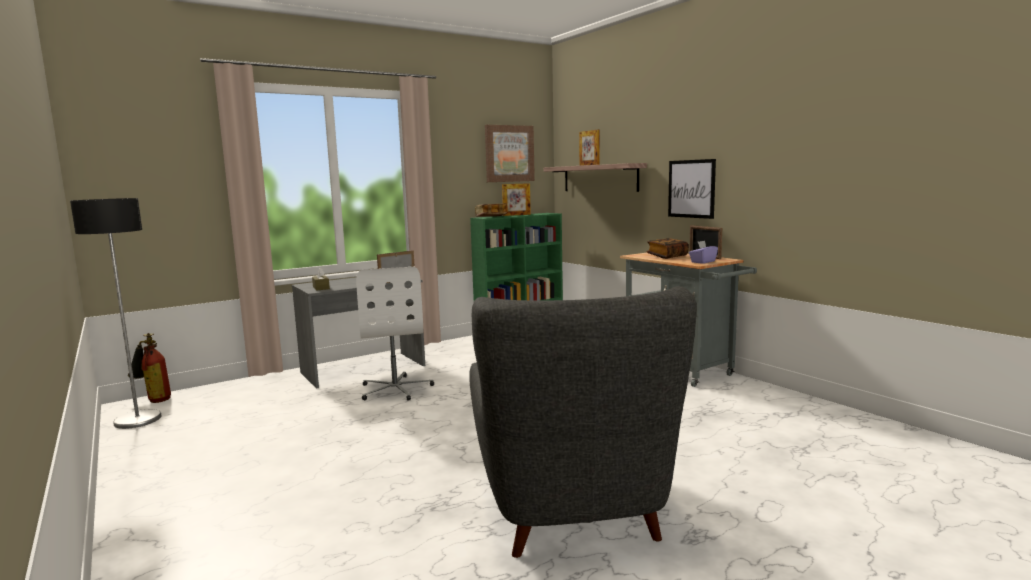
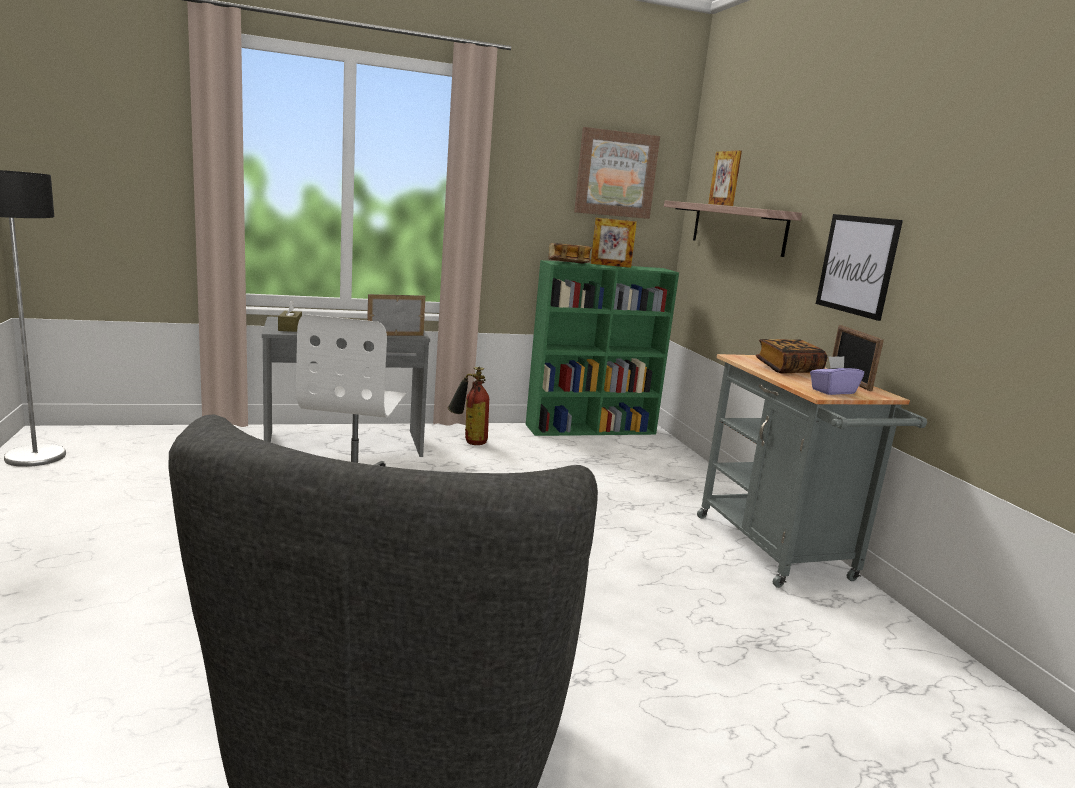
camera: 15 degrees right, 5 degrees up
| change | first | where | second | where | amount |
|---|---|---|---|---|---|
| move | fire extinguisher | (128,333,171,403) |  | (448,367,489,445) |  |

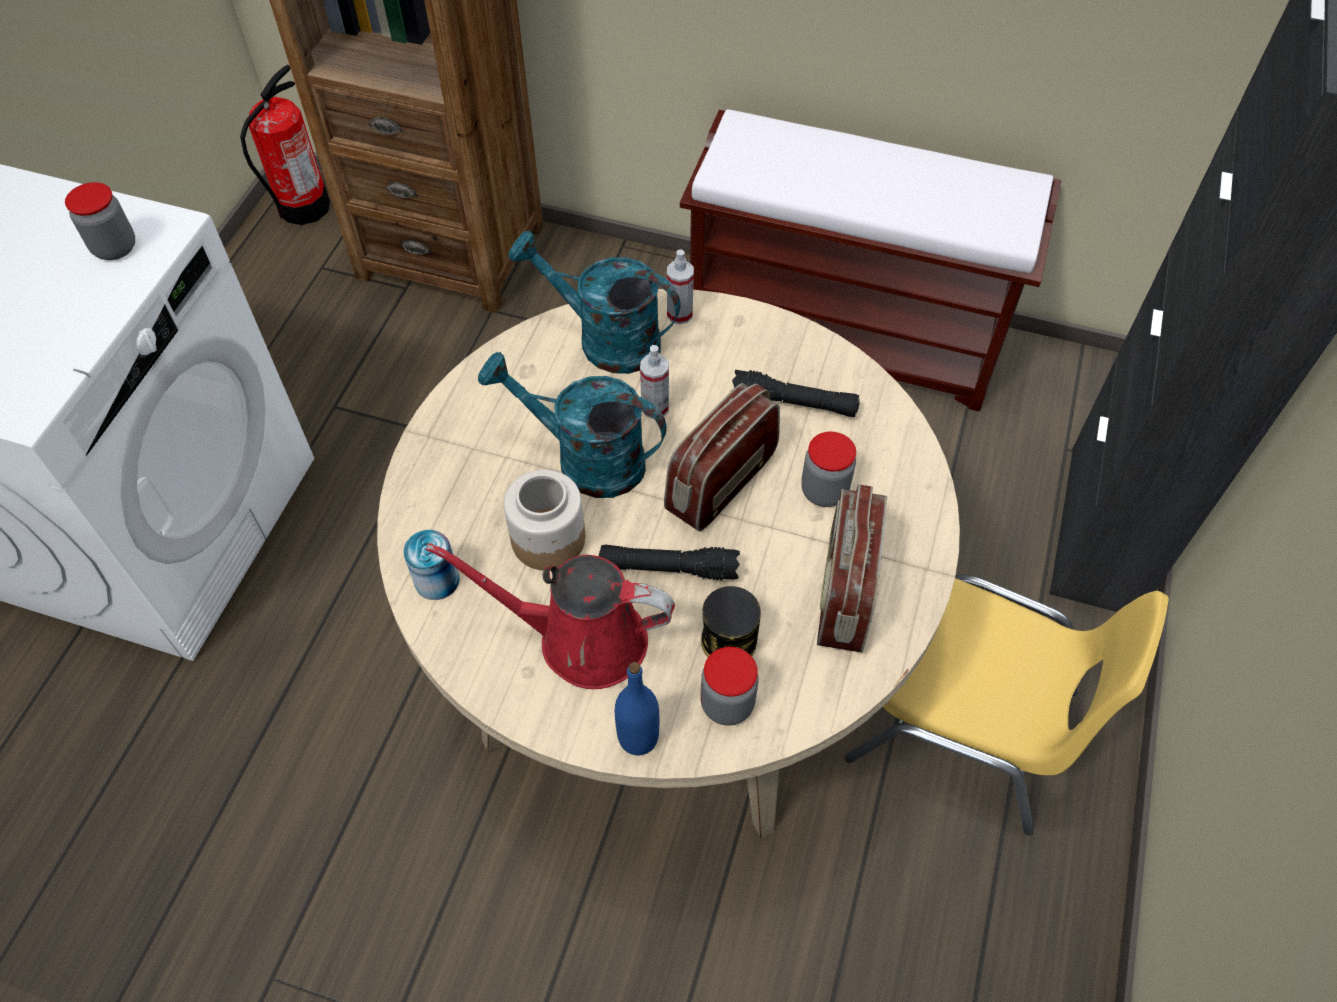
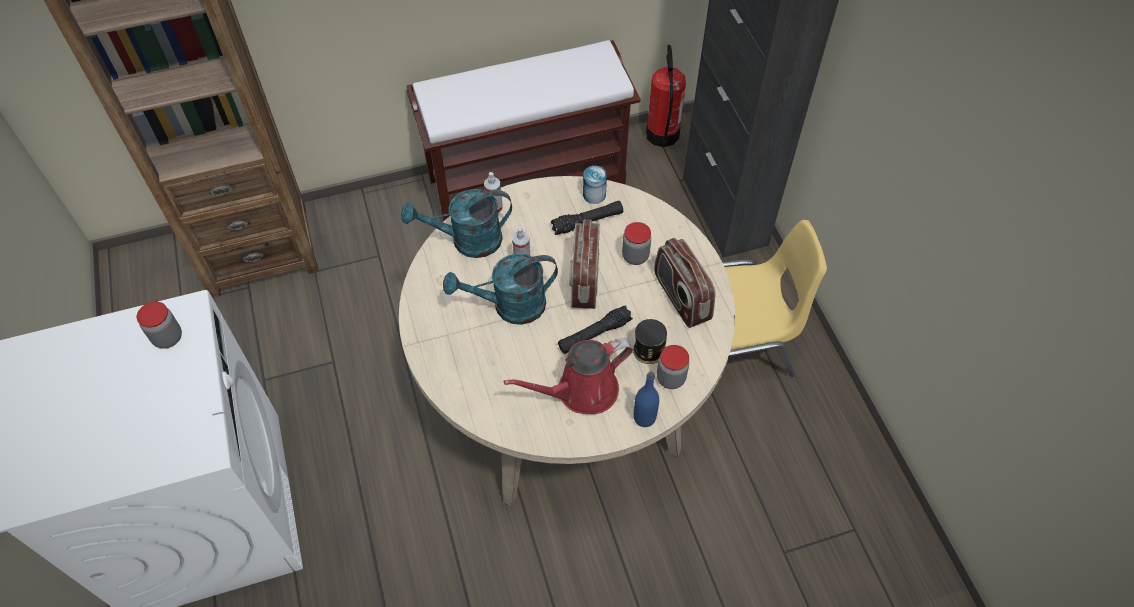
camera: 35 degrees left, 0 degrees up
| change | first | where | second | where | amount |
|---|---|---|---|---|---|
| move | fire extinguisher | (240,65,330,225) |  | (646,45,686,147) |  |
| move | can | (403,530,460,600) |  | (583,166,607,204) |  |
| delete | jar | (504,470,585,571) |  |  |  |

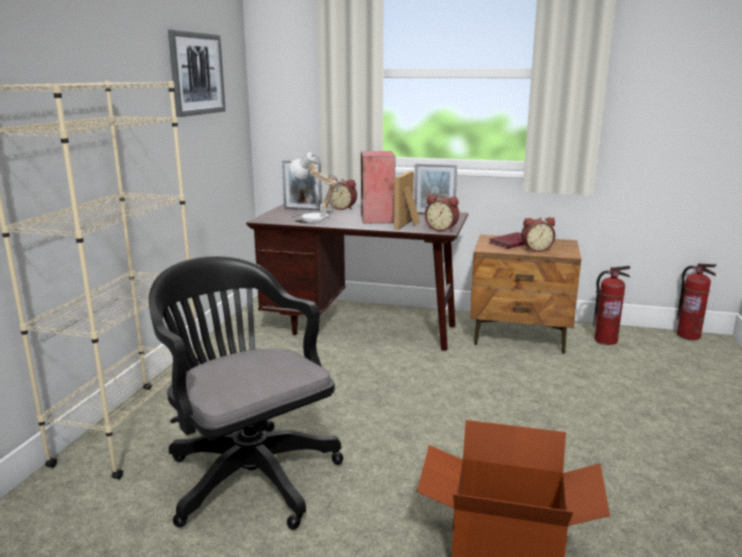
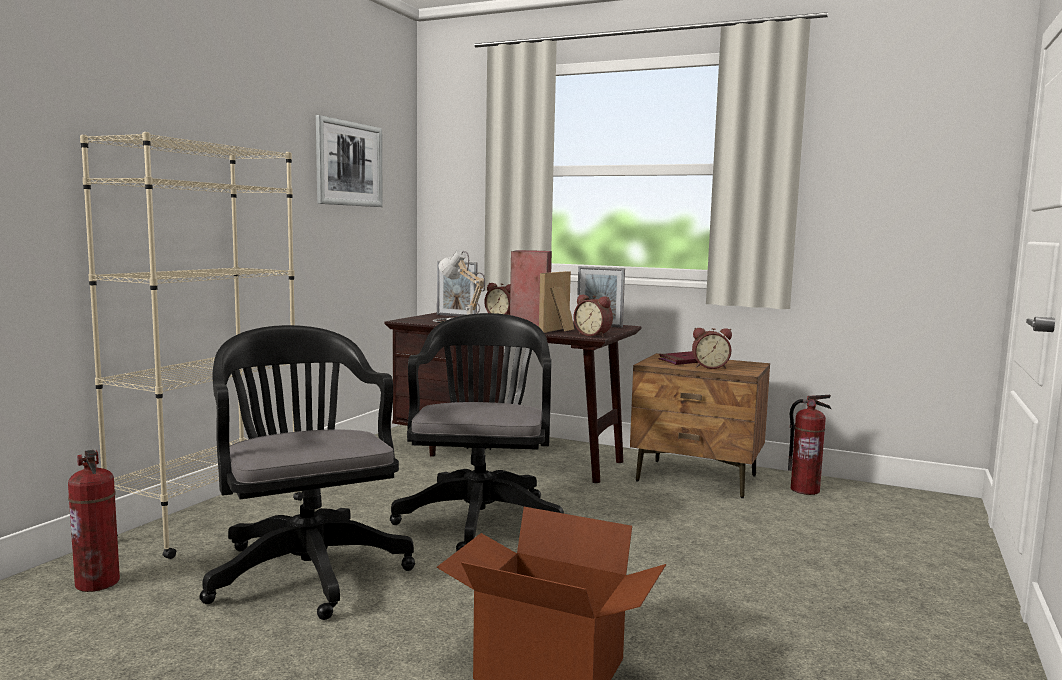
camera: 10 degrees right, 10 degrees down
| change | first | where | second | where | amount |
|---|---|---|---|---|---|
| move | fire extinguisher | (677,264,717,340) |  | (68,450,120,592) |  |
| insert |  |  | black office chair | (390,313,564,551) |  |

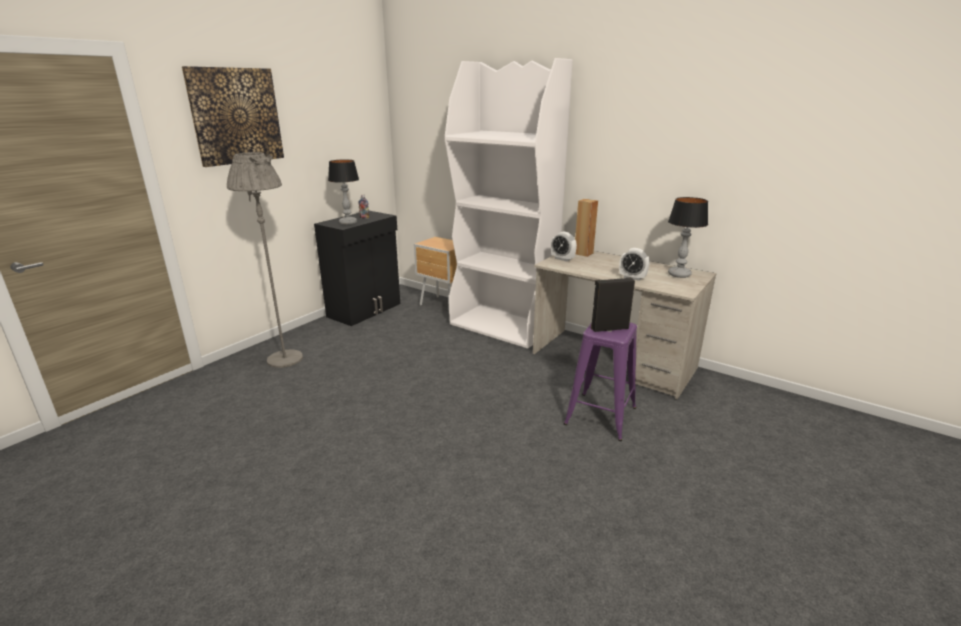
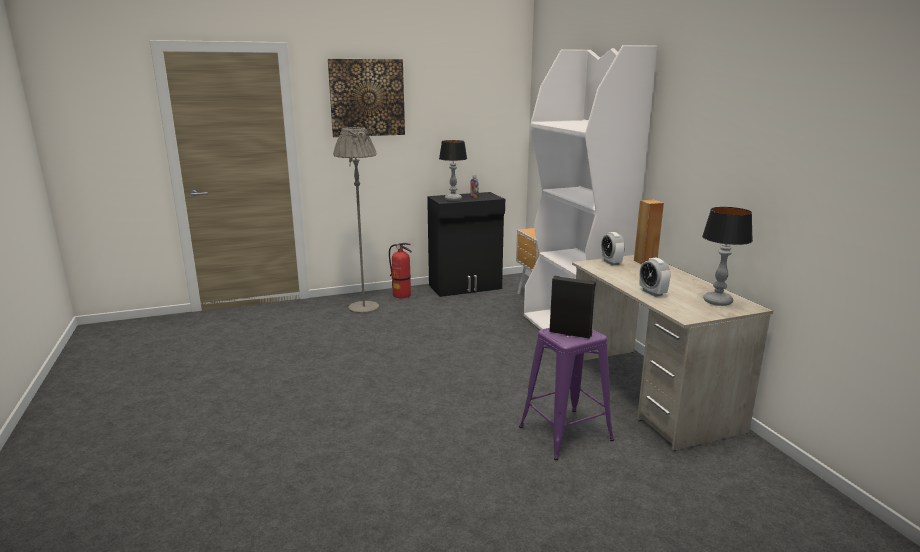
camera: 35 degrees right, 5 degrees down
| change | first | where | second | where | amount |
|---|---|---|---|---|---|
| insert |  |  | fire extinguisher | (389,243,412,298) |  |

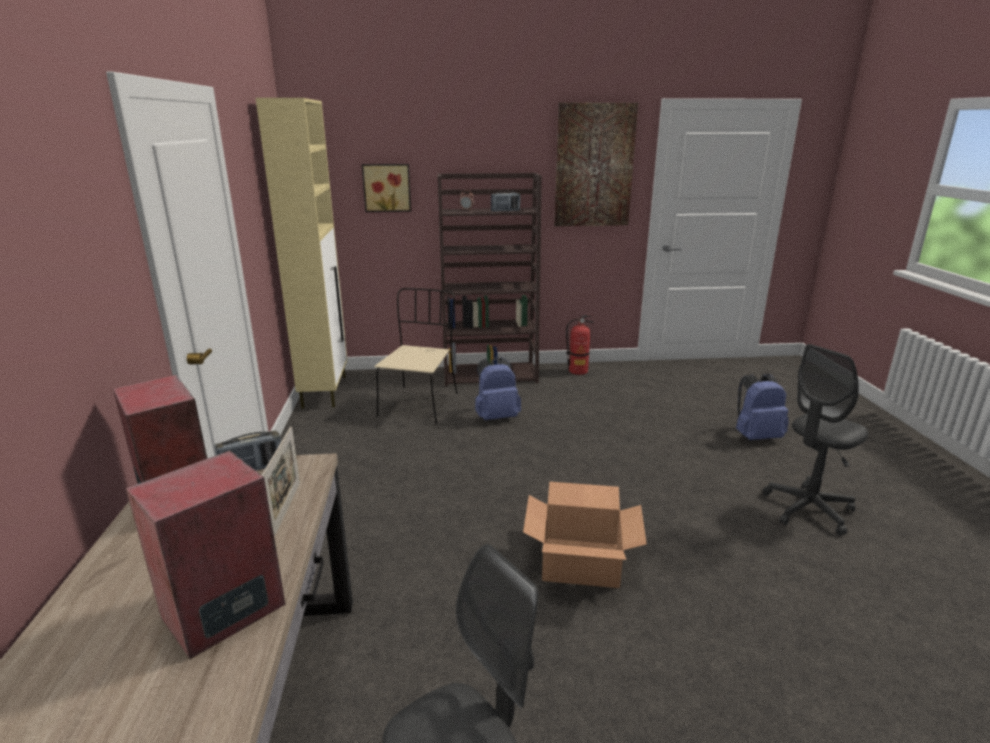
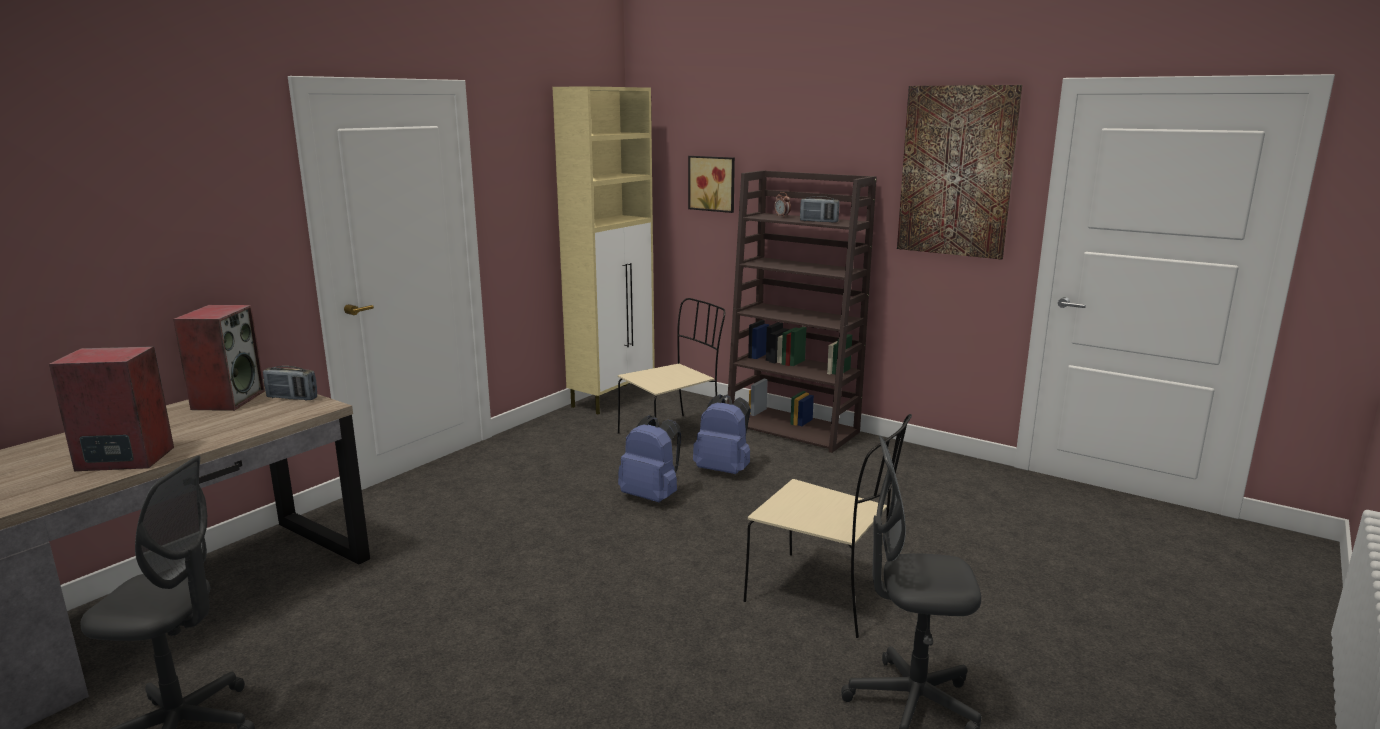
camera: 40 degrees right, 5 degrees down
| change | first | where | second | where | amount |
|---|---|---|---|---|---|
| delete | picture frame | (262,426,300,537) |  |  |  |
| delete | cardboard box | (523,482,647,588) |  |  |  |
| delete | fire extinguisher | (566,315,595,375) |  |  |  |
| move | blue backpack | (736,373,789,440) |  | (618,415,681,502) |  |
| insert |  |  | beige chair | (744,414,912,638) |  |

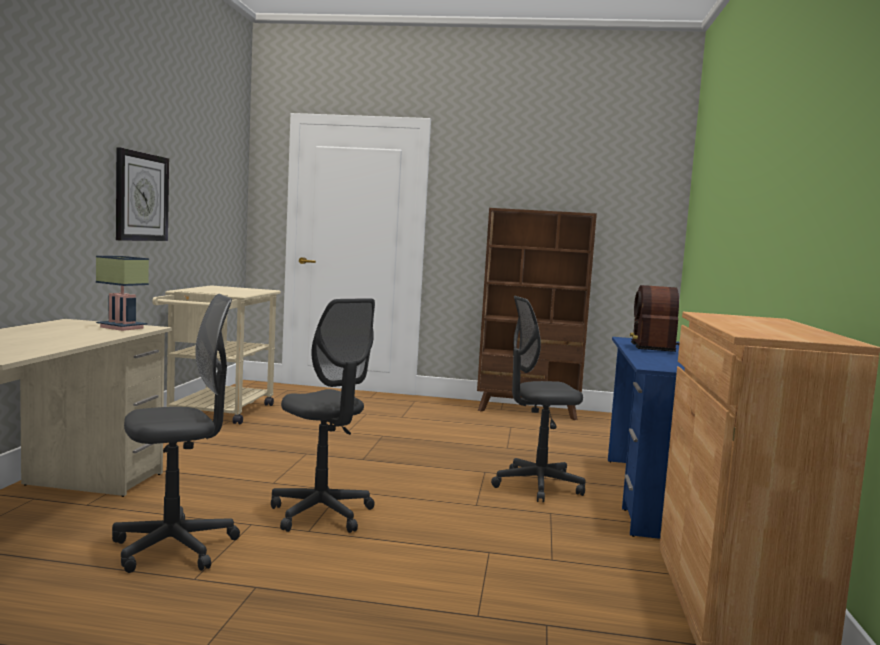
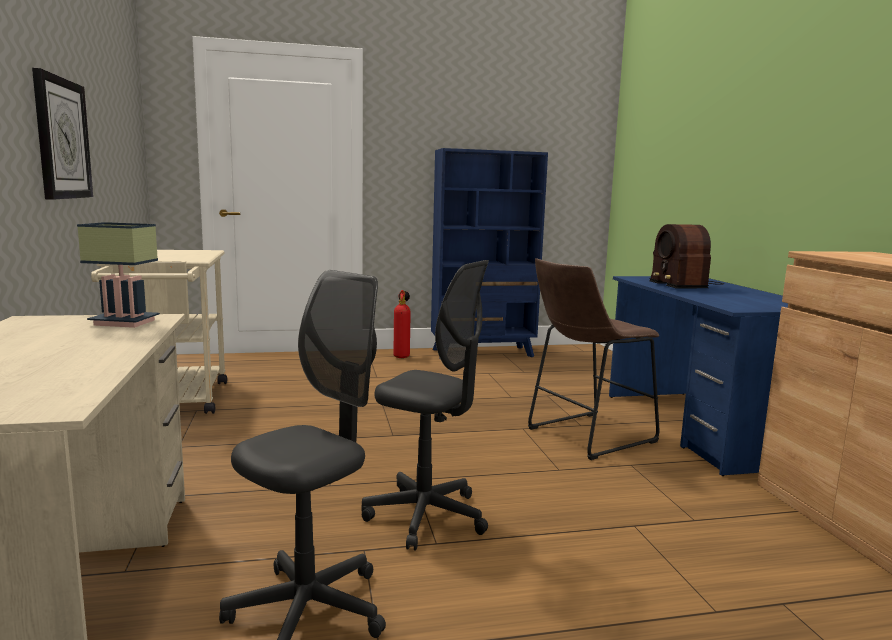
camera: 20 degrees left, 5 degrees up
| change | first | where | second | where | amount |
|---|---|---|---|---|---|
| recolor | brown bookcase | (477,208,597,420) | blue bookcase | (431,148,548,359) |  |
| replace | grey office chair | (491,296,585,502) | brown stool | (528,258,659,460) |  |
| insert |  |  | fire extinguisher | (393,290,411,358) |  |

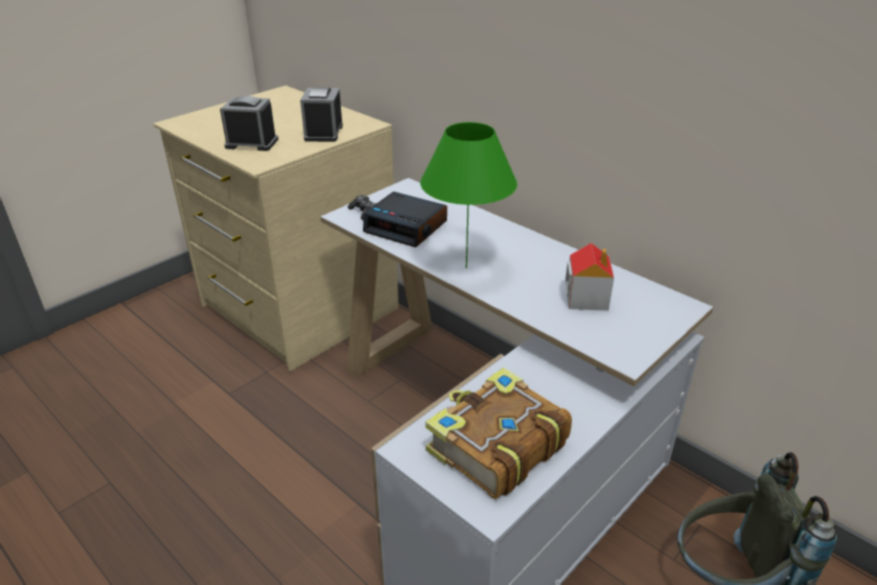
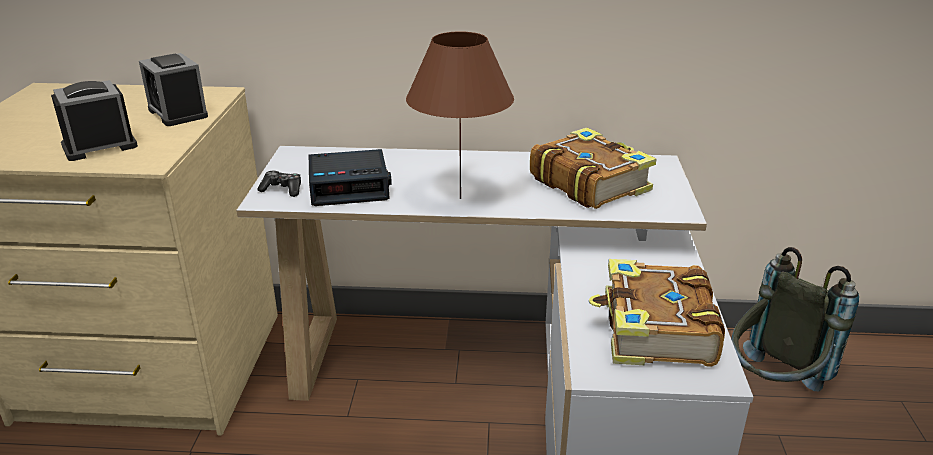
camera: 40 degrees left, 5 degrees down
| change | first | where | second | where | amount |
|---|---|---|---|---|---|
| recolor | green table lamp | (420,122,517,268) | brown table lamp | (406,31,514,199) |  |
| replace | toy house | (565,243,614,311) | book | (530,128,657,209) |  |

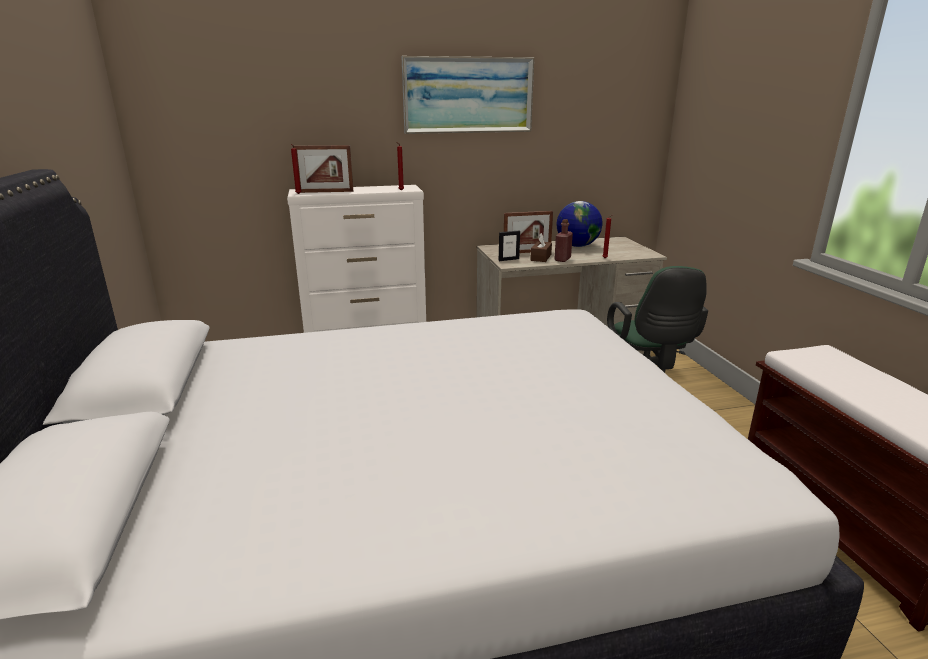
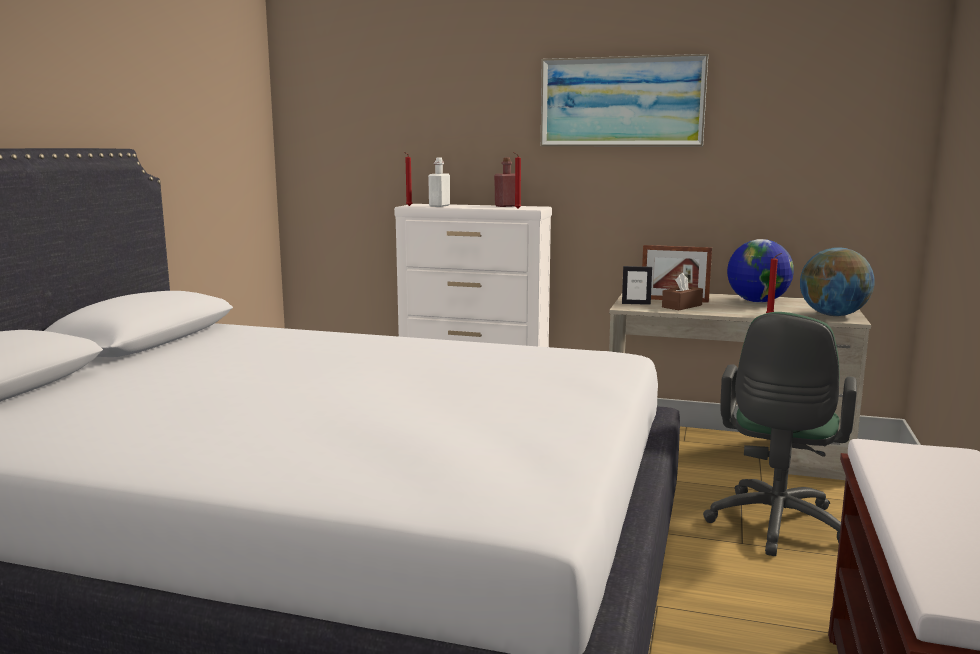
camera: 30 degrees right, 10 degrees down
| change | first | where | second | where | amount |
|---|---|---|---|---|---|
| replace | picture frame | (294,145,353,193) | white bottle | (428,158,450,207) |  |
| move | red bottle | (554,219,573,262) |  | (494,158,515,207) |  |
| insert |  |  | globe | (800,247,875,316) |  |

